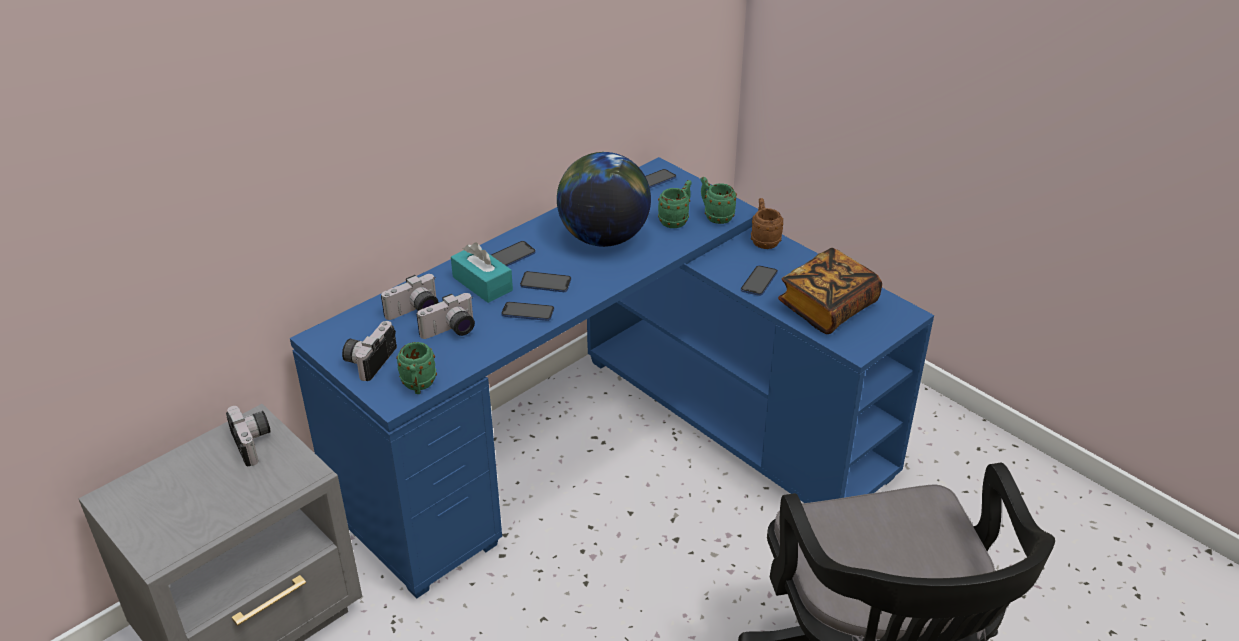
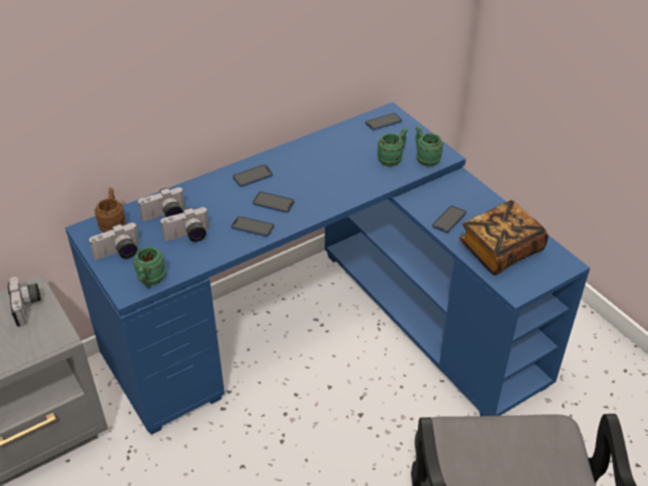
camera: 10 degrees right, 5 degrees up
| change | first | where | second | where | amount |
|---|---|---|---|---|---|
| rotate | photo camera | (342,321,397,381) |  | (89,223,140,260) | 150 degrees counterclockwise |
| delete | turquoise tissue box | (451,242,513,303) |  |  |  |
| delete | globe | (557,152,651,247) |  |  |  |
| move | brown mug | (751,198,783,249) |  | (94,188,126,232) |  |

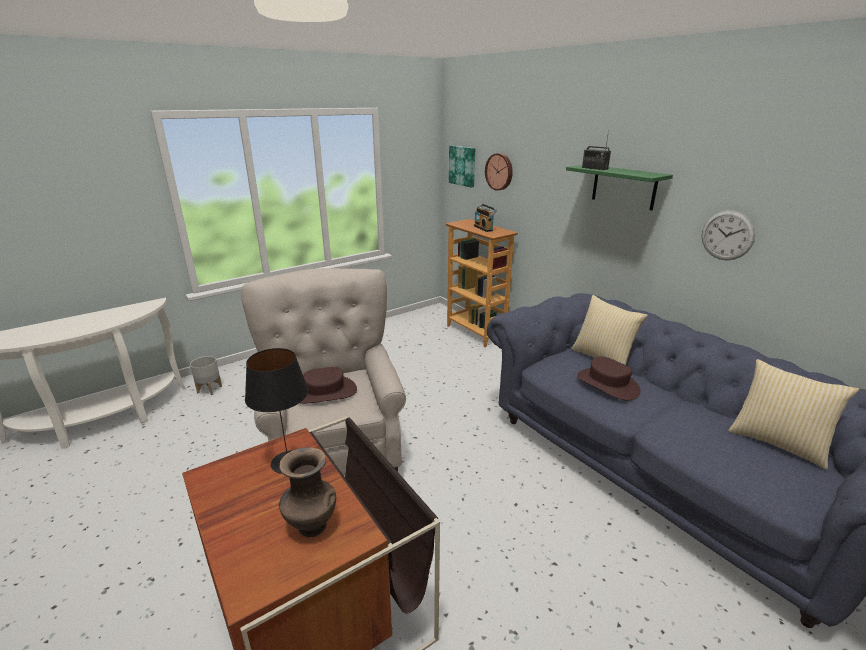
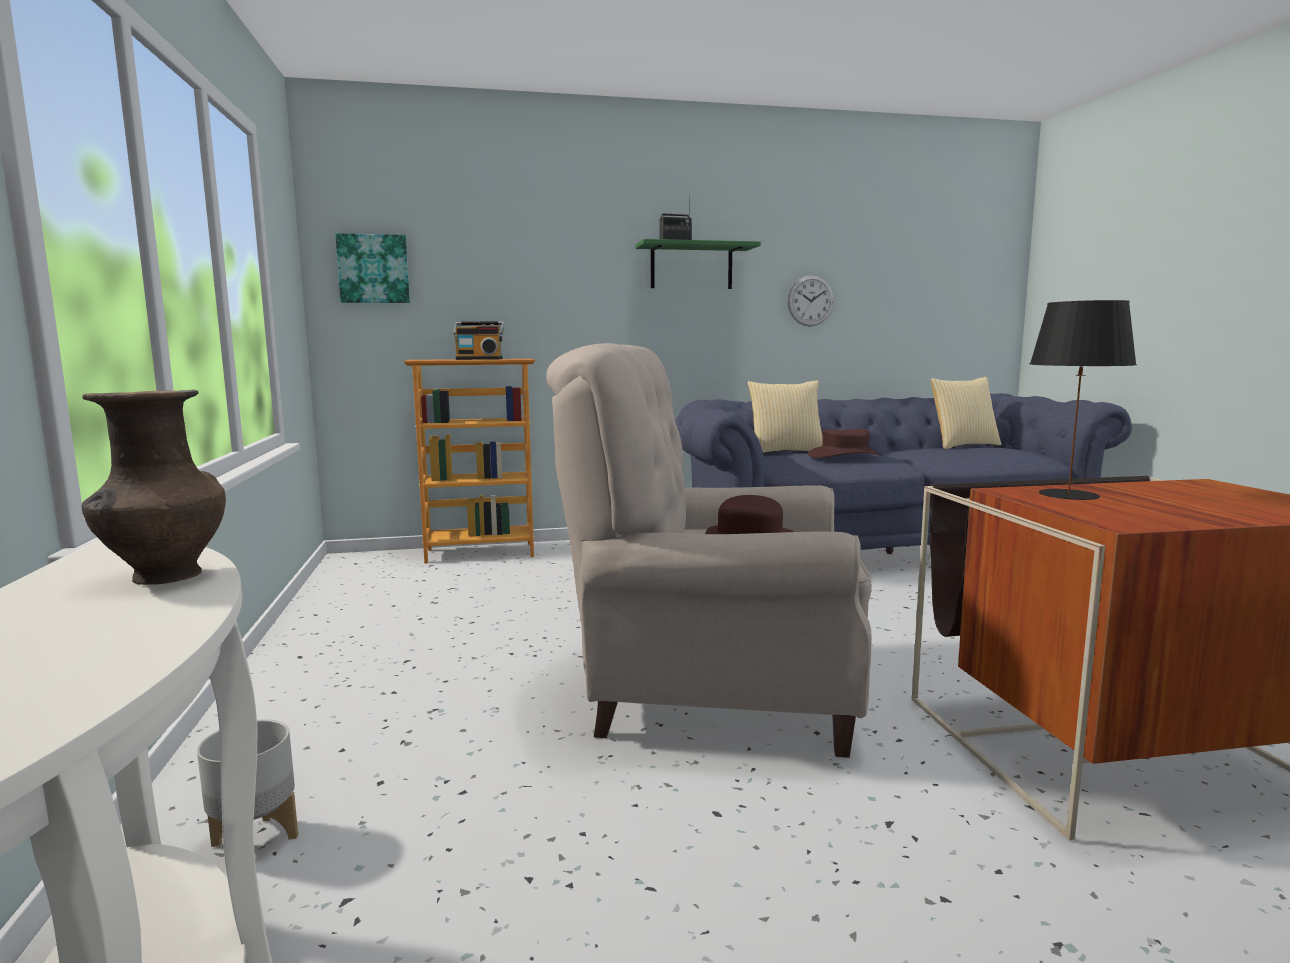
camera: 65 degrees left, 15 degrees down
| change | first | where | second | where | amount |
|---|---|---|---|---|---|
| move | brown vase | (279,447,336,537) |  | (82,390,226,585) |  |
| delete | wall clock | (485,153,513,191) |  |  |  |

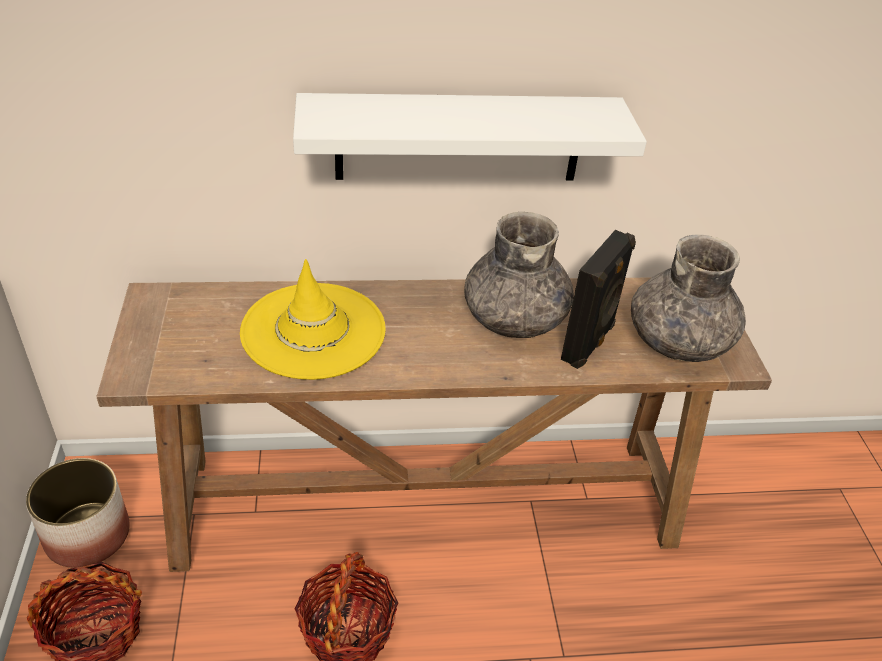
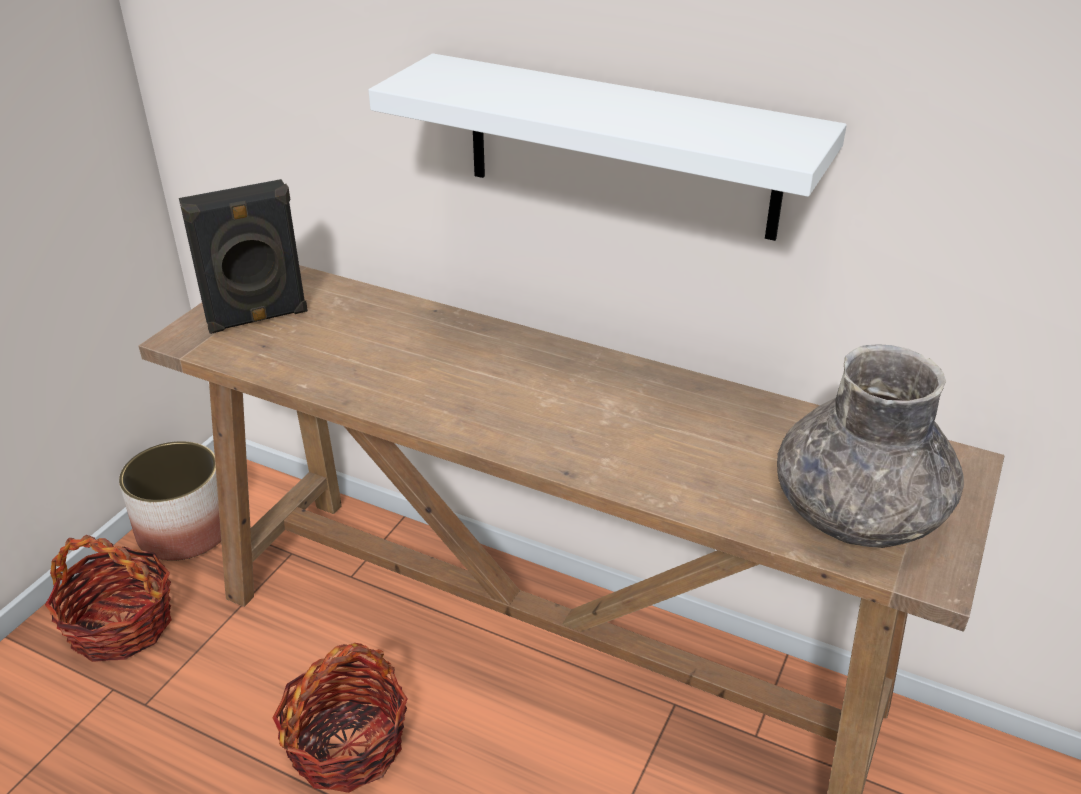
camera: 35 degrees right, 5 degrees down
| change | first | where | second | where | amount |
|---|---|---|---|---|---|
| delete | yellow hat | (240,259,386,380) |  |  |  |
| delete | grey vase | (464,212,574,338) |  |  |  |
| move | black speaker | (561,230,636,369) |  | (179,179,308,334) |  |

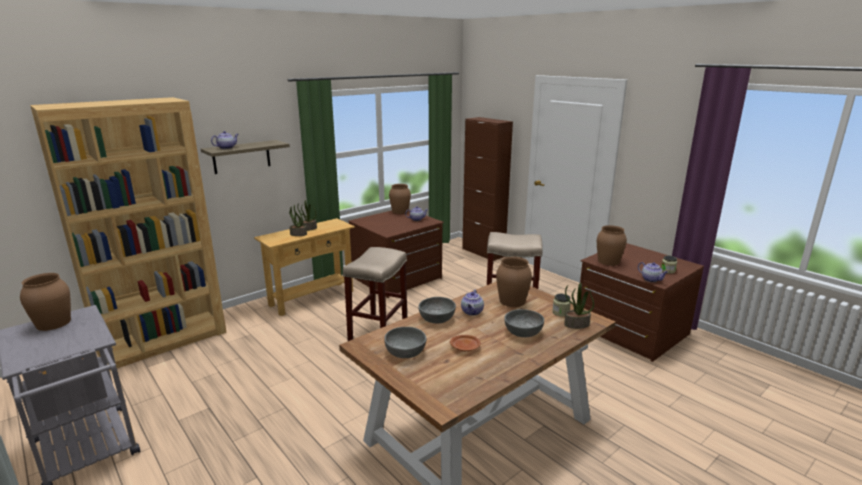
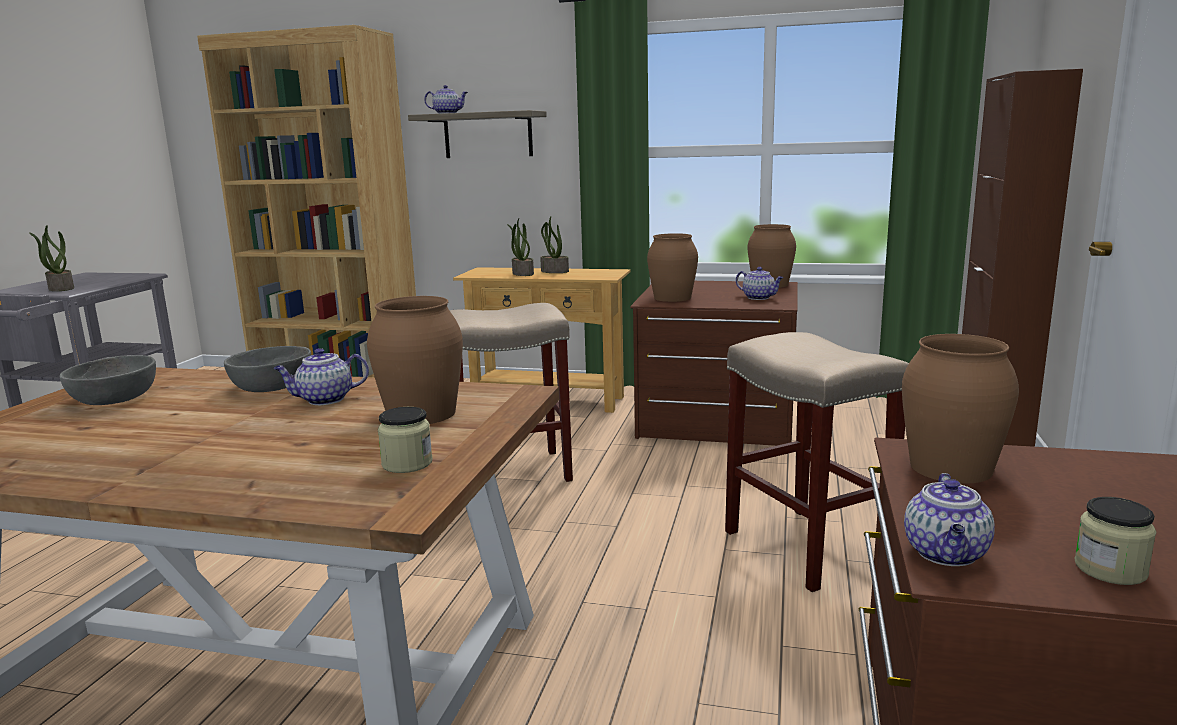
camera: 55 degrees right, 5 degrees down
| change | first | where | second | where | amount |
|---|---|---|---|---|---|
| move | brown vase | (20,273,71,331) |  | (647,233,698,302) |  |
| delete | brown plate | (450,335,481,351) |  |  |  |
| delete | grey bowl | (504,309,544,337) |  |  |  |
| move | potted plant | (564,282,594,329) |  | (29,225,74,291) |  |

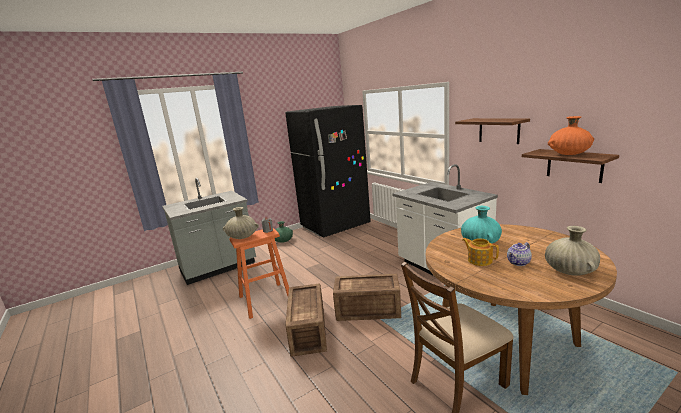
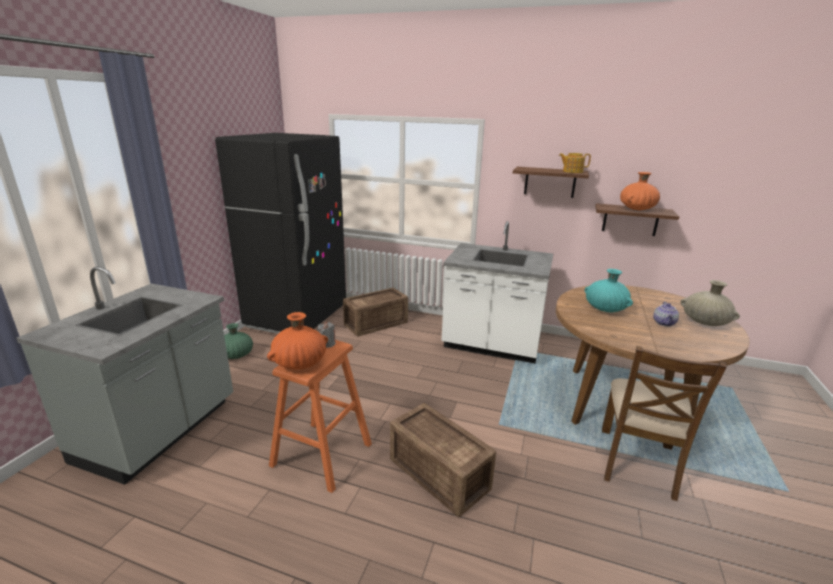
camera: 40 degrees left, 5 degrees up
| change | first | where | second | where | amount |
|---|---|---|---|---|---|
| recolor | beige vase | (223,207,259,239) | orange vase | (267,312,328,369) |  |
| move | crate | (333,274,401,321) |  | (343,288,408,336) |  |
| move | teapot | (462,238,499,266) |  | (559,153,591,173) |  |

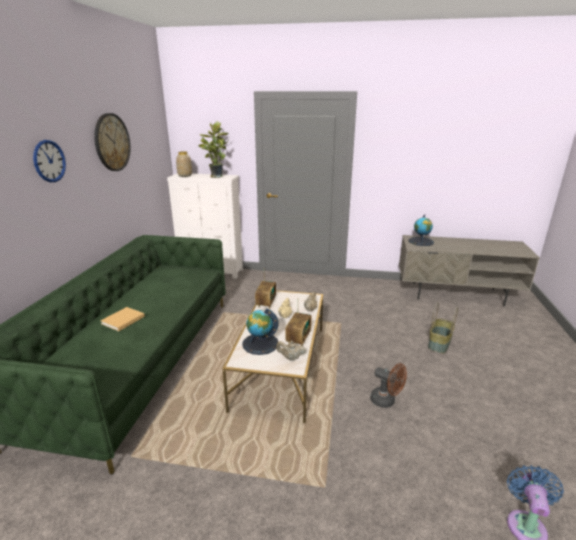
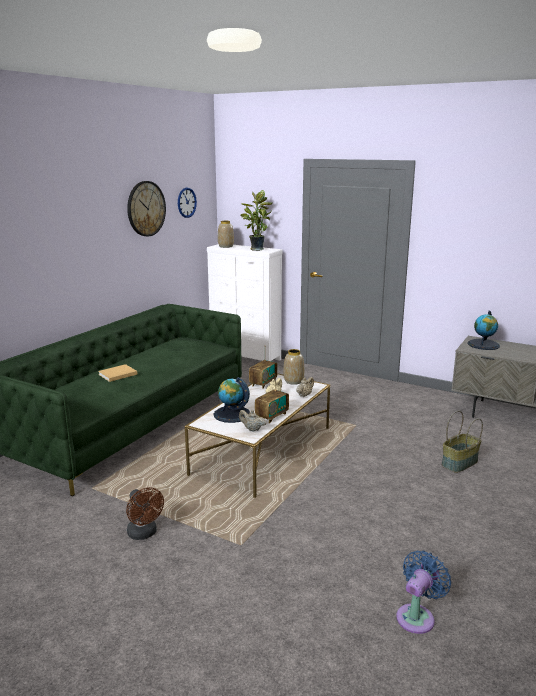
camera: 20 degrees right, 5 degrees down
| change | first | where | second | where | amount |
|---|---|---|---|---|---|
| move | wall clock | (33,140,66,182) |  | (178,187,197,218) |  |
| move | brown fan | (370,363,407,408) |  | (126,487,164,540) |  |
| insert |  |  | vase | (284,349,304,385) |  |

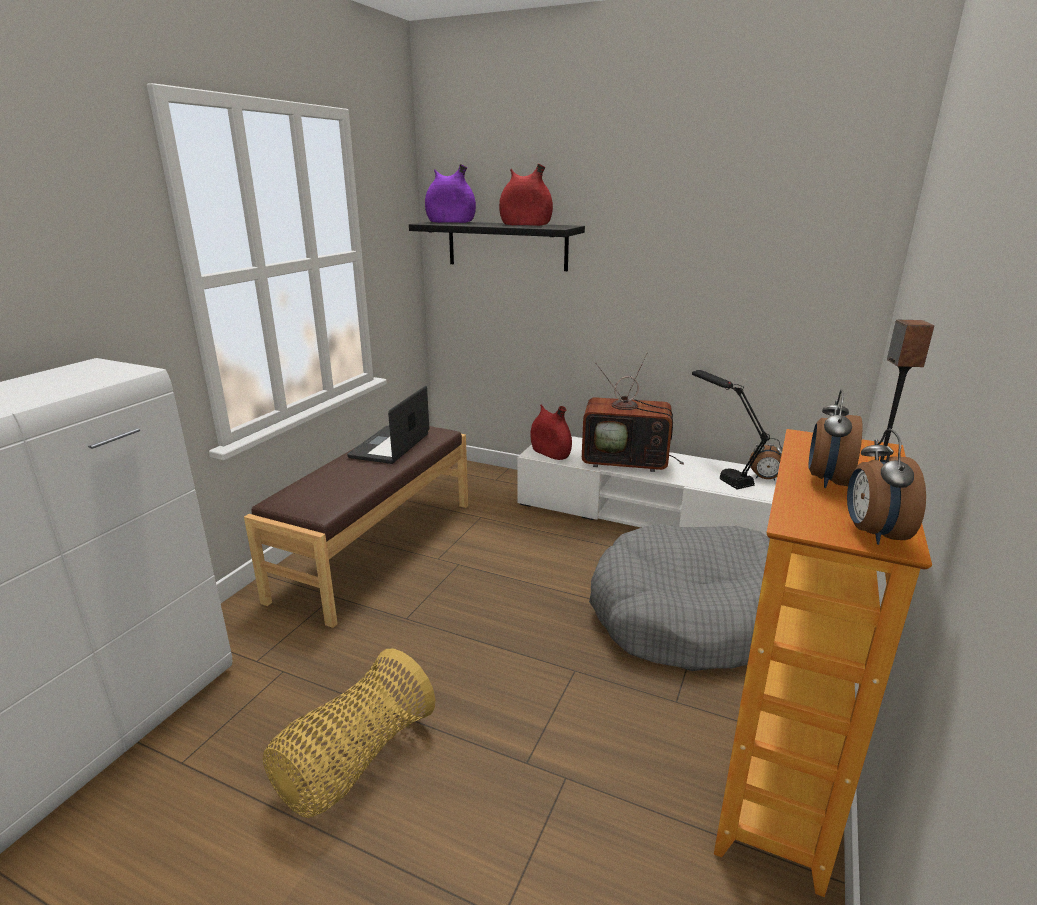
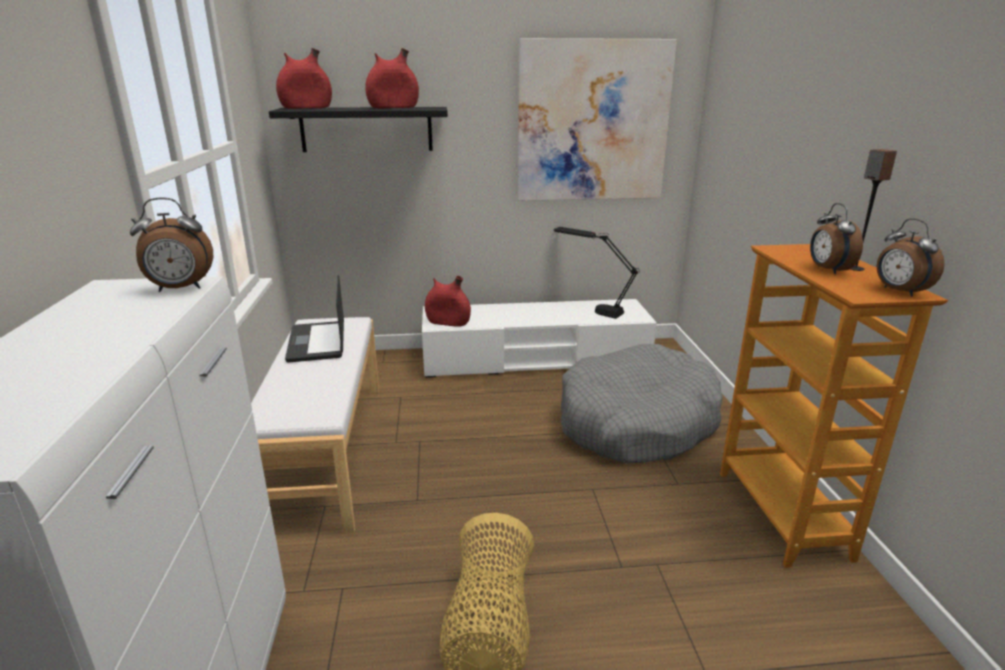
camera: 30 degrees left, 0 degrees up
| change | first | where | second | where | amount |
|---|---|---|---|---|---|
| recolor | brown bench | (244,426,468,628) | white bench | (251,317,379,534) |  |
| recolor | purple vase | (425,164,476,223) | red vase | (276,48,332,109) |  |
| delete | television | (582,352,684,472) |  |  |  |
| move | alarm clock | (750,438,783,480) |  | (130,197,213,292) |  |
| insert |  |  | picture | (518,38,677,201) |  |

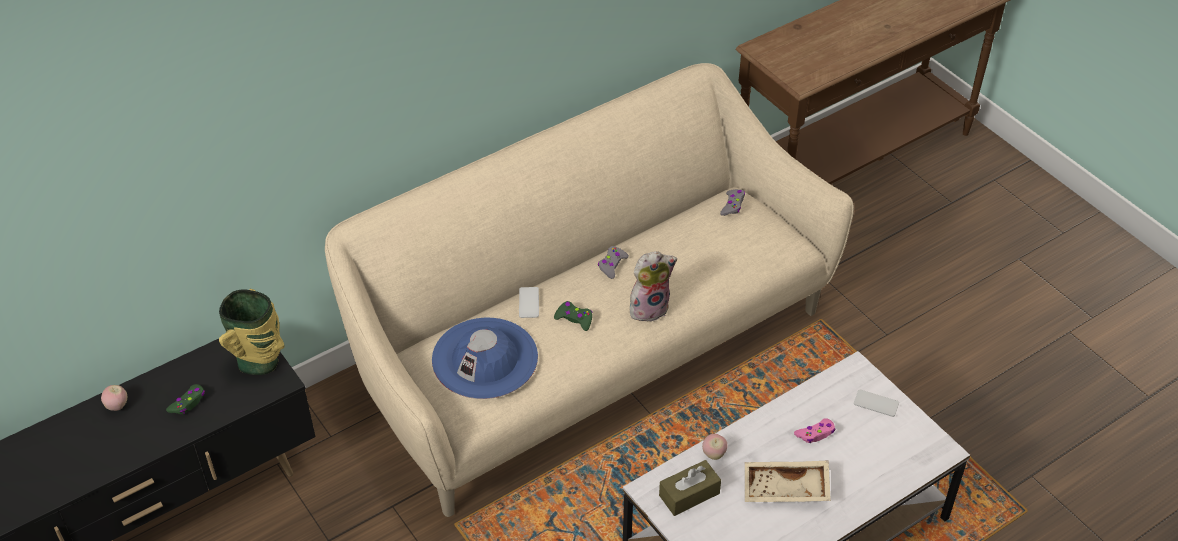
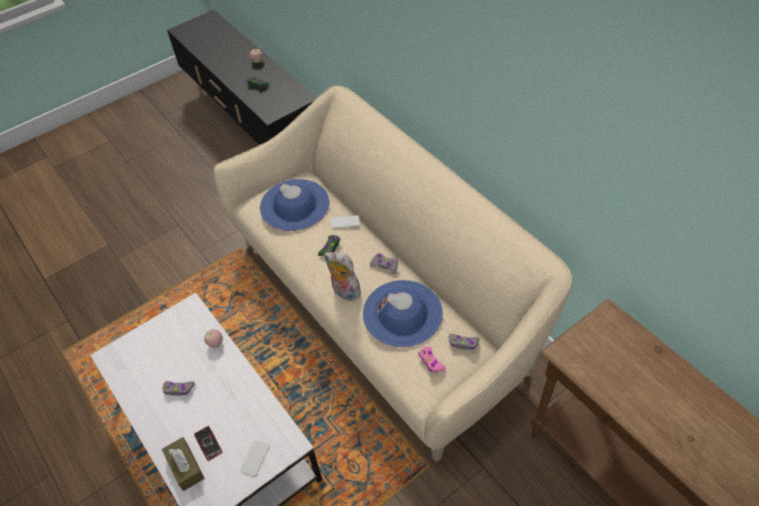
camera: 90 degrees right, 5 degrees up
| change | first | where | second | where | amount |
|---|---|---|---|---|---|
| delete | vase | (219,289,284,375) |  |  |  |
| rotate | plush toy | (630,251,677,323) |  | (324,252,361,301) | 150 degrees clockwise |
| move | brown tissue box | (659,460,721,516) |  | (162,437,204,491) |  |
| replace | beige tray | (745,461,831,502) | grey game controller | (162,381,195,396) |  |
| move | pink game controller | (794,418,835,443) |  | (418,346,446,372) |  |
| insert |  |  | phone | (194,426,222,461) |  |
| insert |  |  | blue hat | (363,280,443,347) |  |

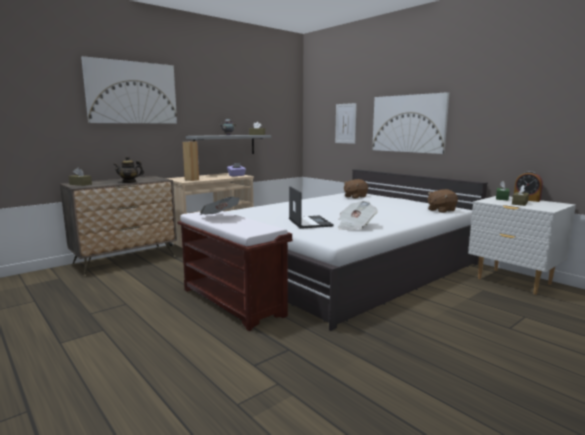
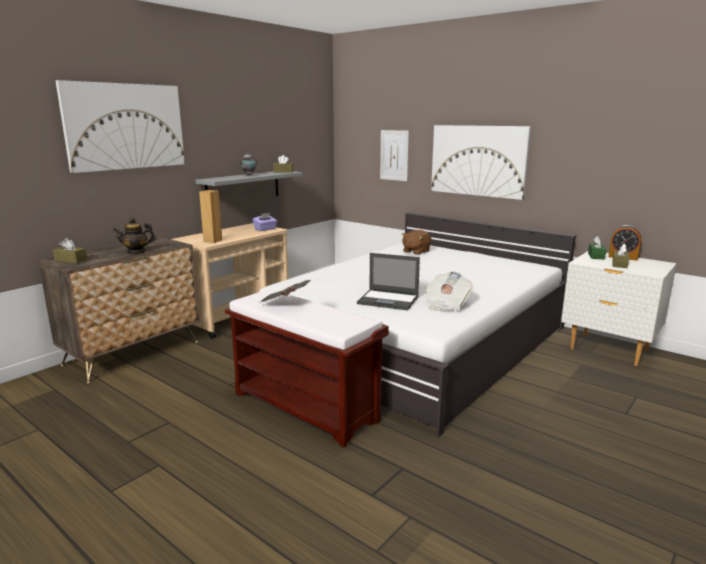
camera: 10 degrees left, 5 degrees up
| change | first | where | second | where | amount |
|---|---|---|---|---|---|
| rotate | laptop | (289,186,334,229) |  | (357,253,420,310) | 135 degrees clockwise |
| delete | brown plush toy | (428,189,458,213) |  |  |  |

